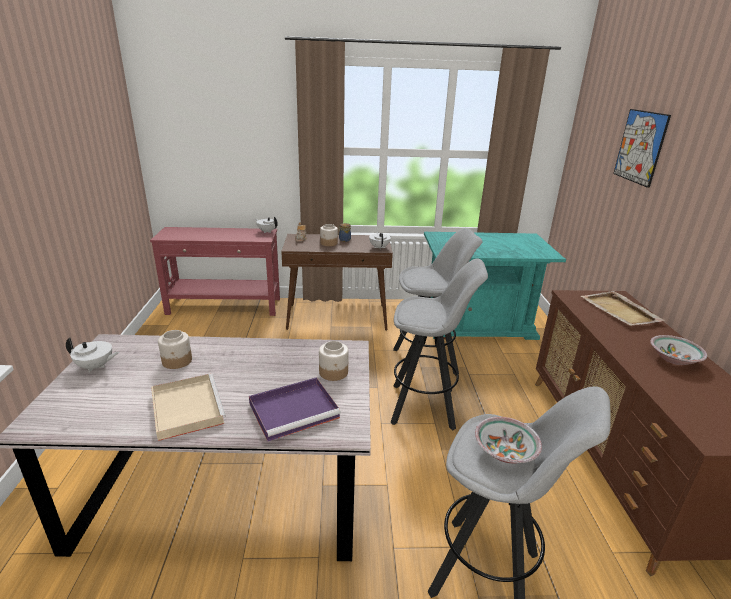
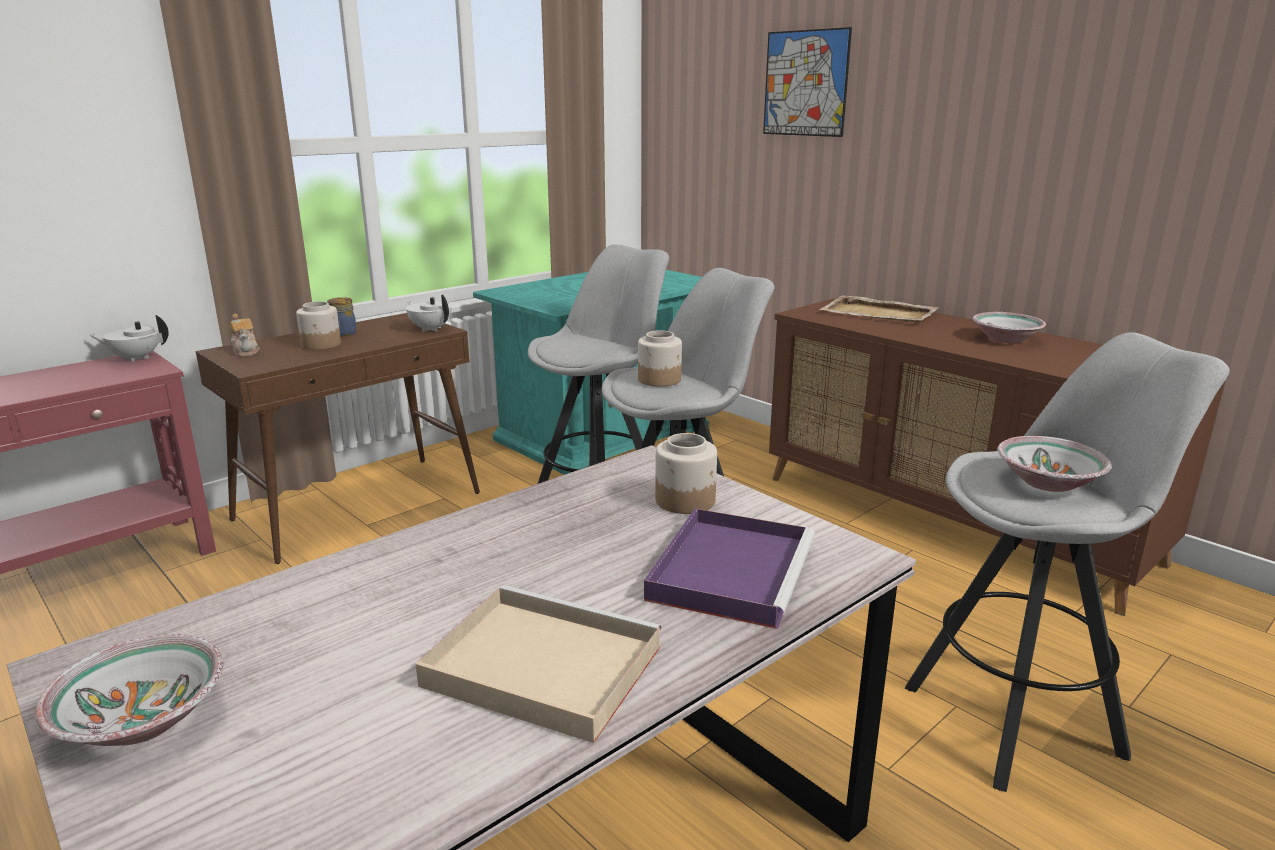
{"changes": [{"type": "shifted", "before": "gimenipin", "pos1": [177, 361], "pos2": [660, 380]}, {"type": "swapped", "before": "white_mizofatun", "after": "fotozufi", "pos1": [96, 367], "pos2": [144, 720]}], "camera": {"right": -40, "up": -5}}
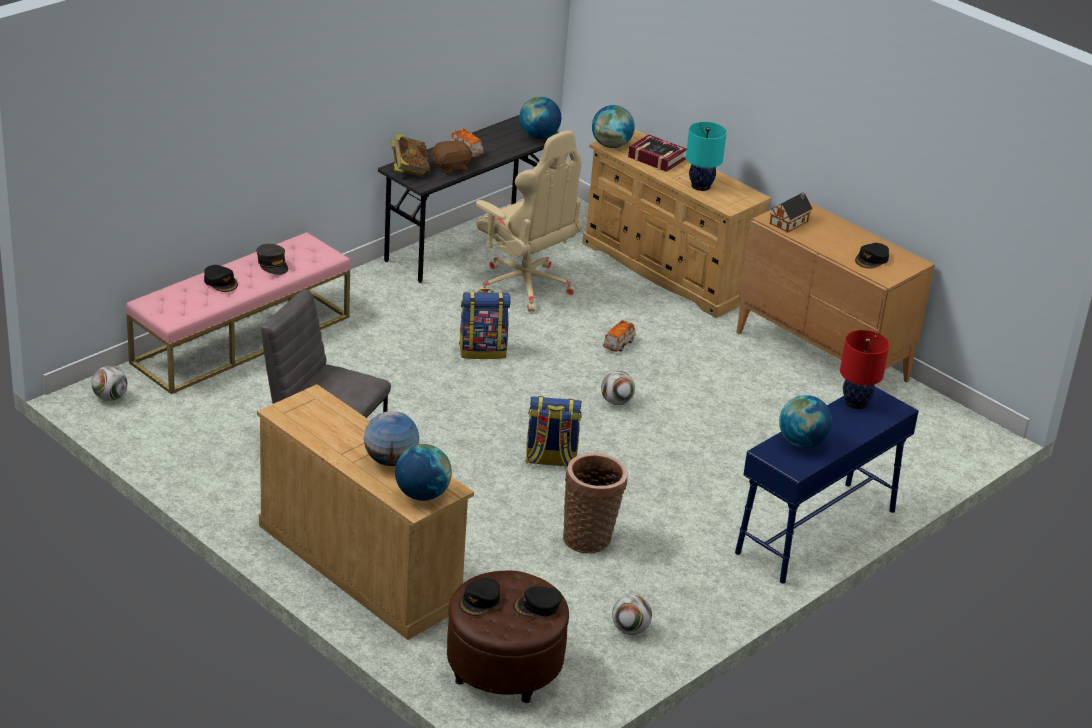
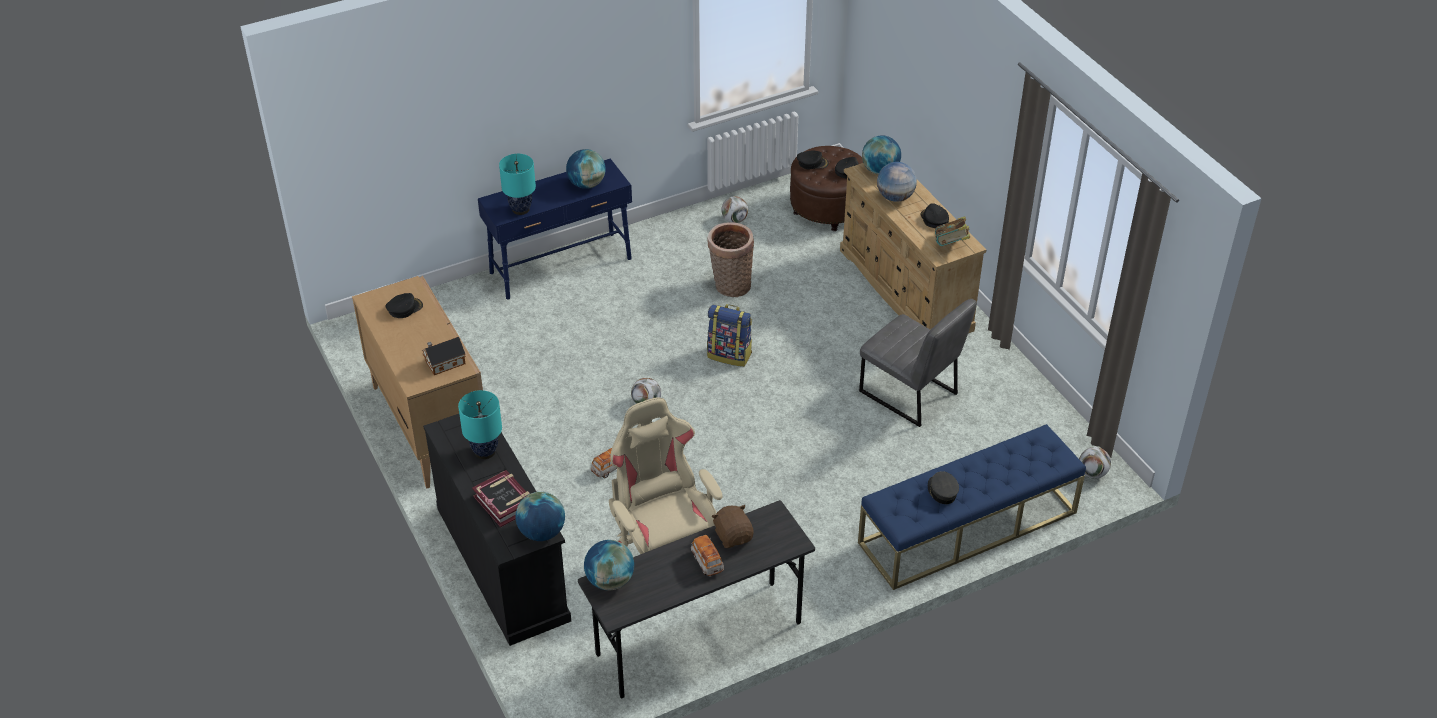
{"changes": [{"type": "repainted", "before": "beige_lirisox", "after": "black_lirisox", "pos1": [668, 270], "pos2": [501, 562]}, {"type": "shifted", "before": "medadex", "pos1": [409, 171], "pos2": [951, 245]}, {"type": "rotated", "before": "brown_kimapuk", "pos1": [451, 168], "pos2": [733, 536], "turn": 75}, {"type": "repainted", "before": "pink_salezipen", "after": "blue_salezipen", "pos1": [242, 339], "pos2": [967, 528]}, {"type": "shifted", "before": "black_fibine", "pos1": [221, 282], "pos2": [934, 219]}, {"type": "gone", "before": "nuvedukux", "pos1": [483, 351]}, {"type": "repainted", "before": "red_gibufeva", "after": "turquoise_gibufeva", "pos1": [855, 403], "pos2": [521, 209]}], "camera": {"right": -160, "up": 10}}
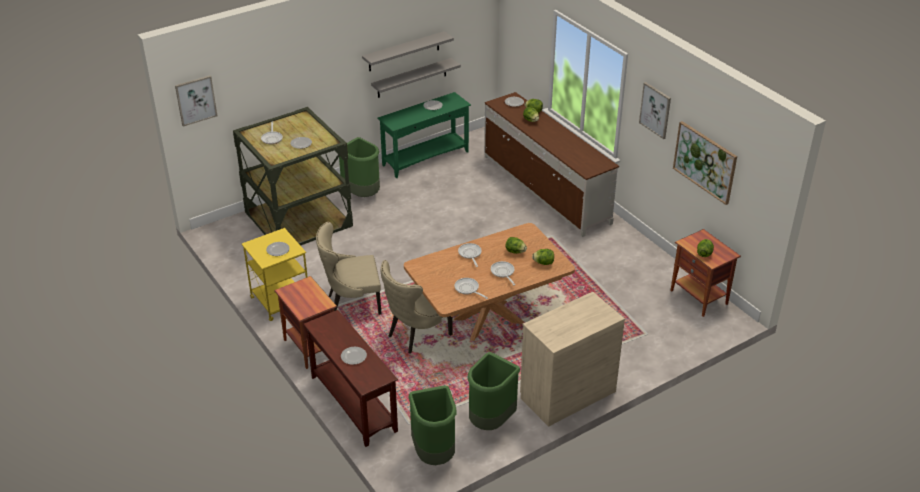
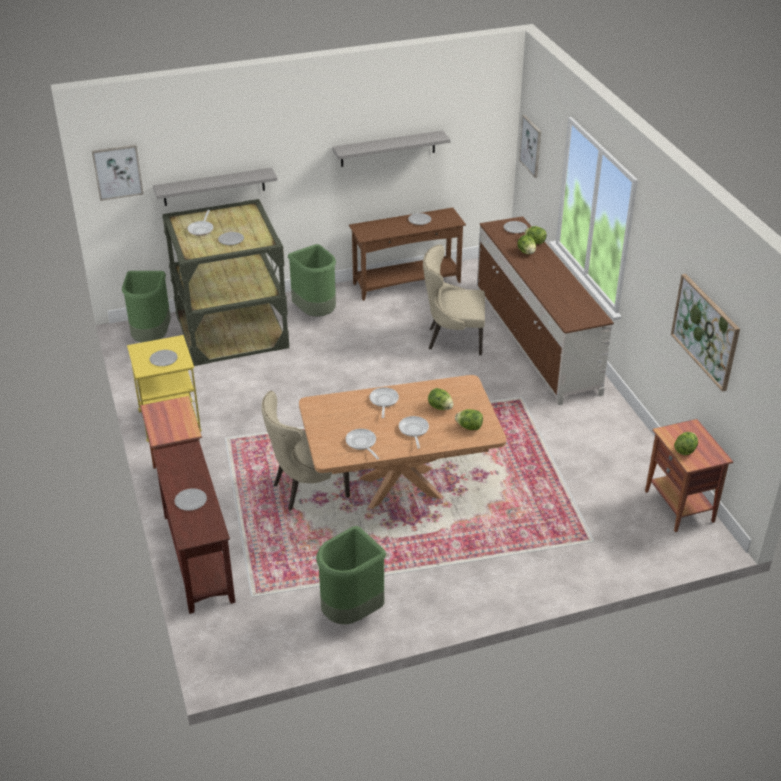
{"changes": [{"type": "shifted", "before": "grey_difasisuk", "pos1": [412, 78], "pos2": [214, 187]}, {"type": "shifted", "before": "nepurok", "pos1": [655, 110], "pos2": [531, 146]}, {"type": "repainted", "before": "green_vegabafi", "after": "brown_vegabafi", "pos1": [425, 158], "pos2": [407, 282]}, {"type": "shifted", "before": "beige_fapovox", "pos1": [352, 303], "pos2": [453, 339]}, {"type": "gone", "before": "beige_lirisox", "pos1": [566, 394]}, {"type": "shifted", "before": "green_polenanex", "pos1": [434, 454], "pos2": [152, 338]}], "camera": {"right": 15, "up": 0}}
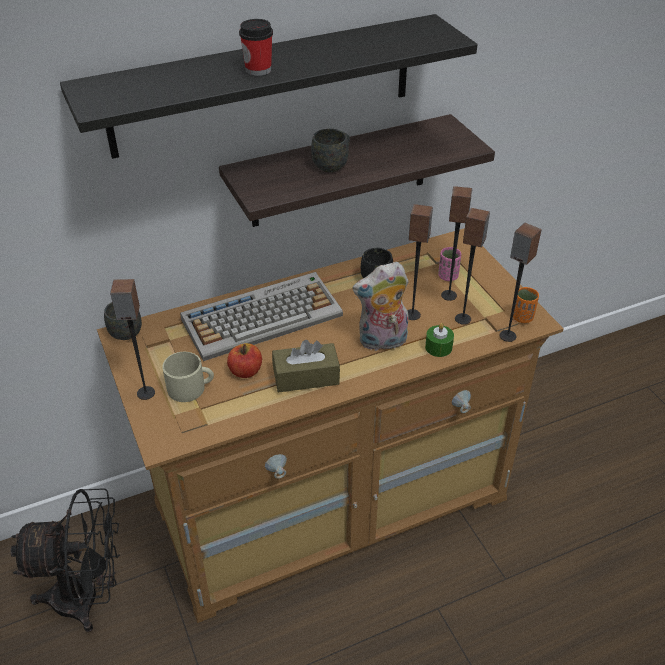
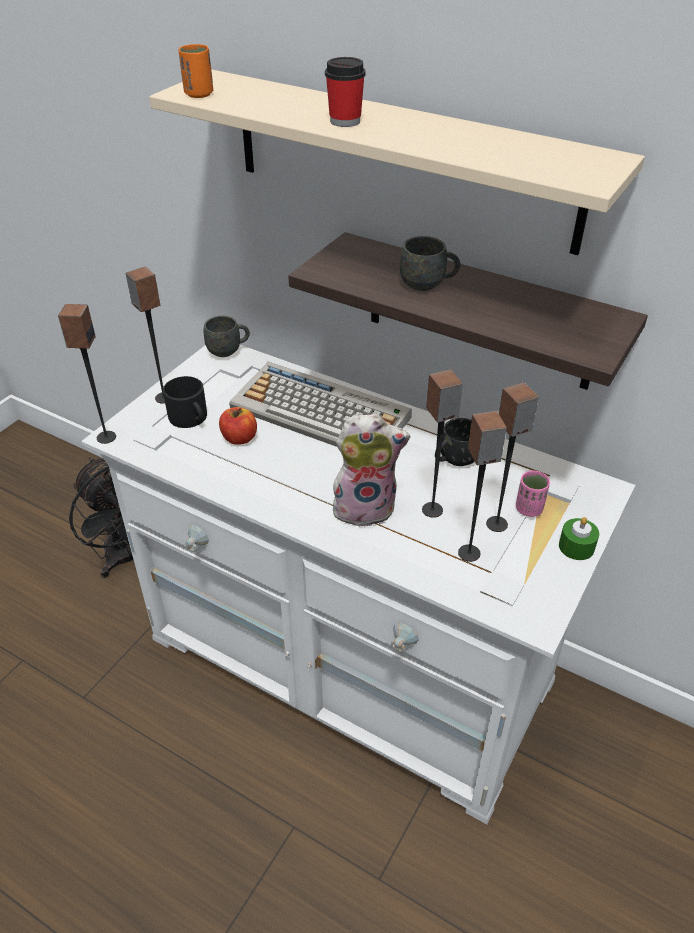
{"changes": [{"type": "repainted", "before": "black_difasisuk", "after": "beige_difasisuk", "pos1": [263, 86], "pos2": [401, 159]}, {"type": "shifted", "before": "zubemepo", "pos1": [507, 336], "pos2": [106, 437]}, {"type": "repainted", "before": "brown_lirisox", "after": "white_lirisox", "pos1": [333, 500], "pos2": [351, 661]}, {"type": "rotated", "before": "kimapuk", "pos1": [382, 342], "pos2": [365, 507], "turn": 135}, {"type": "shifted", "before": "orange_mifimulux", "pos1": [522, 317], "pos2": [199, 94]}, {"type": "shifted", "before": "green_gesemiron", "pos1": [438, 347], "pos2": [576, 547]}, {"type": "gone", "before": "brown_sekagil", "pos1": [306, 377]}, {"type": "repainted", "before": "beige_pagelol", "after": "black_pagelol", "pos1": [191, 388], "pos2": [190, 418]}], "camera": {"right": 55, "up": 0}}
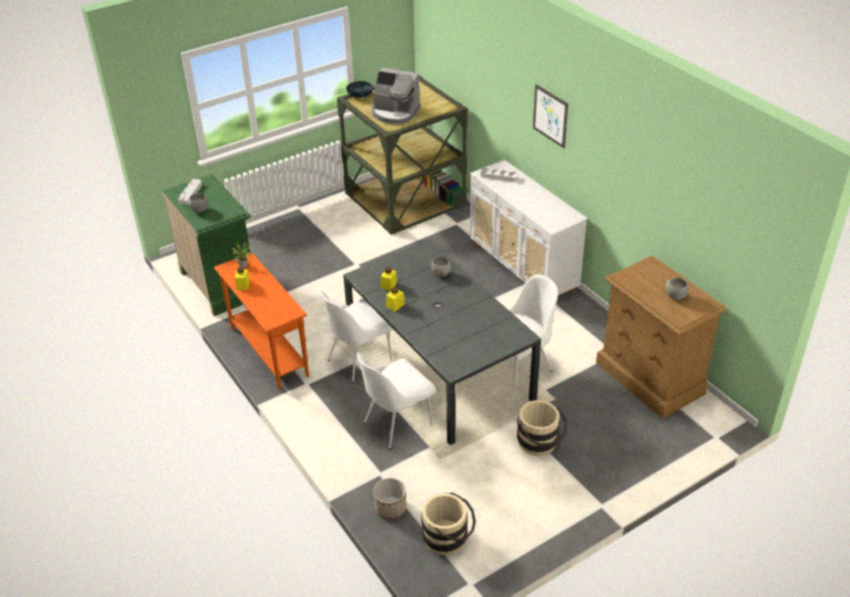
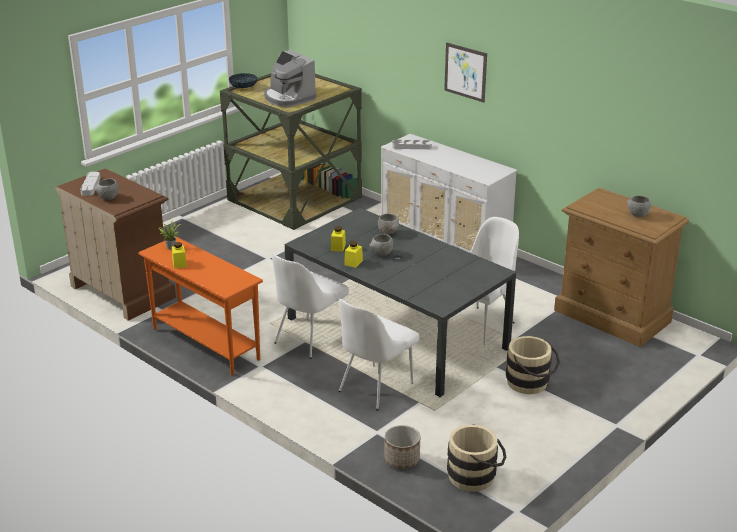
{"changes": [{"type": "rotated", "before": "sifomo", "pos1": [395, 113], "pos2": [288, 98], "turn": 45}, {"type": "repainted", "before": "green_lirisox", "after": "brown_lirisox", "pos1": [220, 284], "pos2": [122, 292]}, {"type": "new", "after": "grey_fotozufi", "pos2": [381, 254]}], "camera": {"right": -15, "up": -10}}
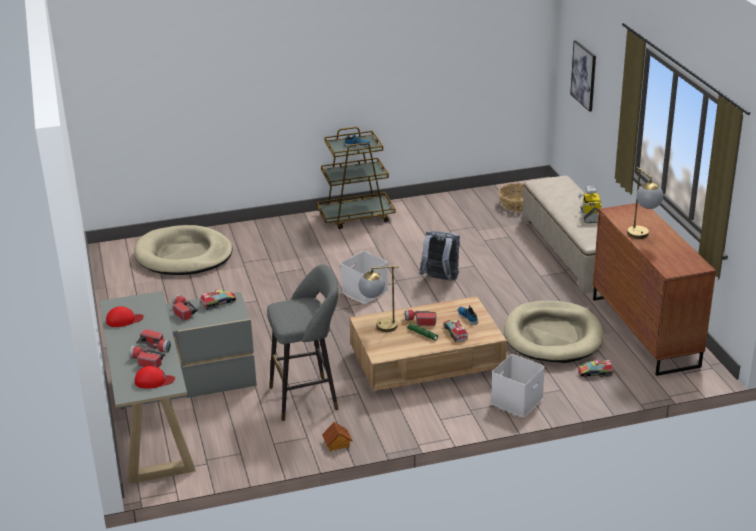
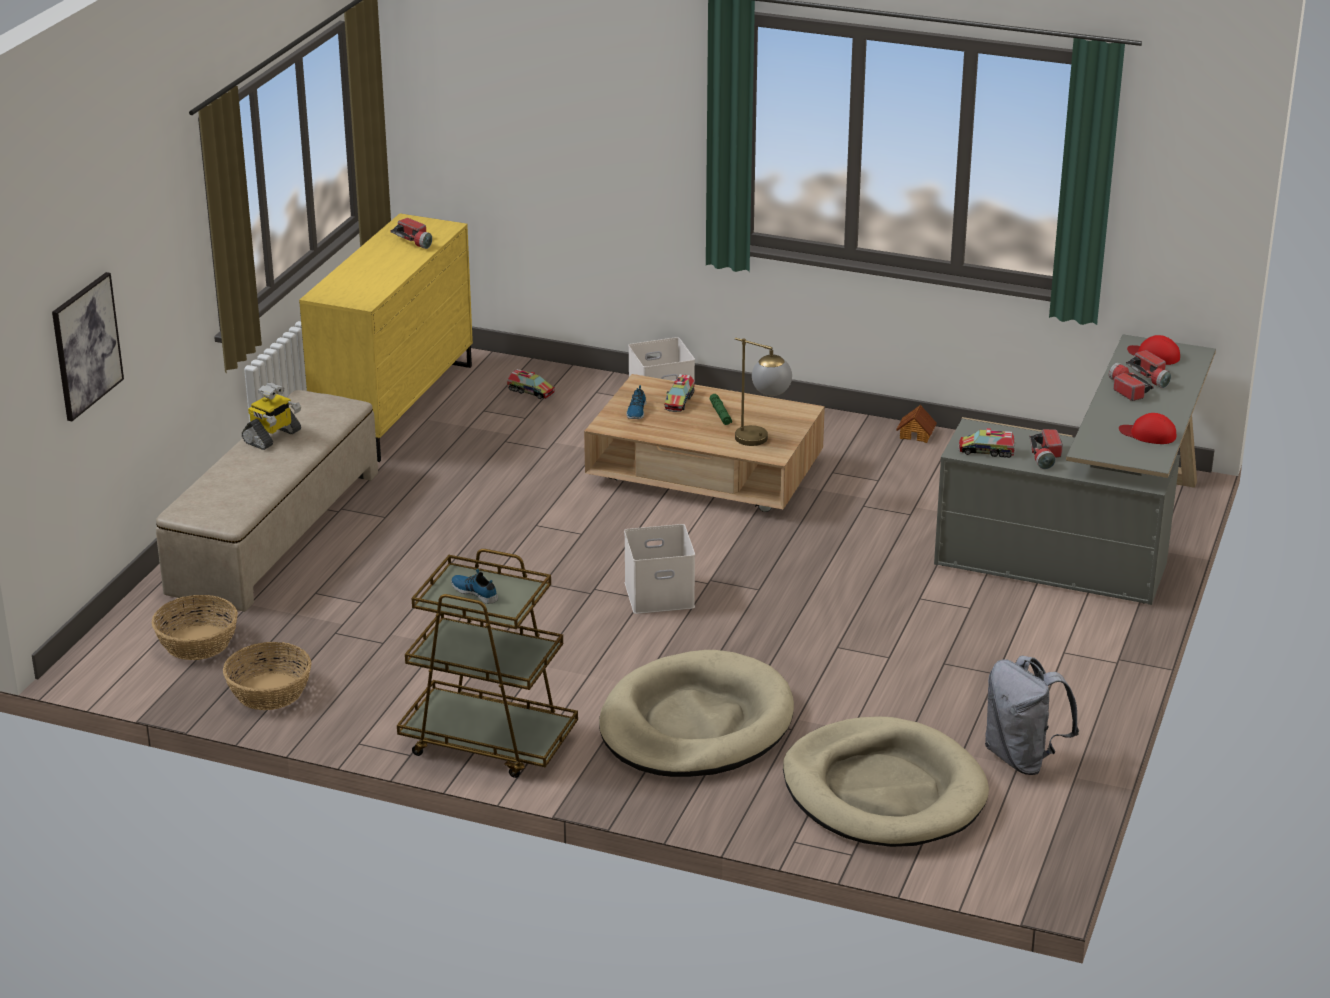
{"changes": [{"type": "gone", "before": "gibufeva", "pos1": [642, 237]}, {"type": "repainted", "before": "brown_lirisox", "after": "yellow_lirisox", "pos1": [645, 331], "pos2": [394, 406]}, {"type": "shifted", "before": "grey_nuvedukux", "pos1": [440, 280], "pos2": [1023, 758]}, {"type": "gone", "before": "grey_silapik", "pos1": [308, 397]}, {"type": "shifted", "before": "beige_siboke", "pos1": [552, 336], "pos2": [695, 724]}, {"type": "shifted", "before": "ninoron", "pos1": [420, 321], "pos2": [414, 241]}, {"type": "new", "after": "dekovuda", "pos2": [269, 691]}], "camera": {"right": -145, "up": 0}}
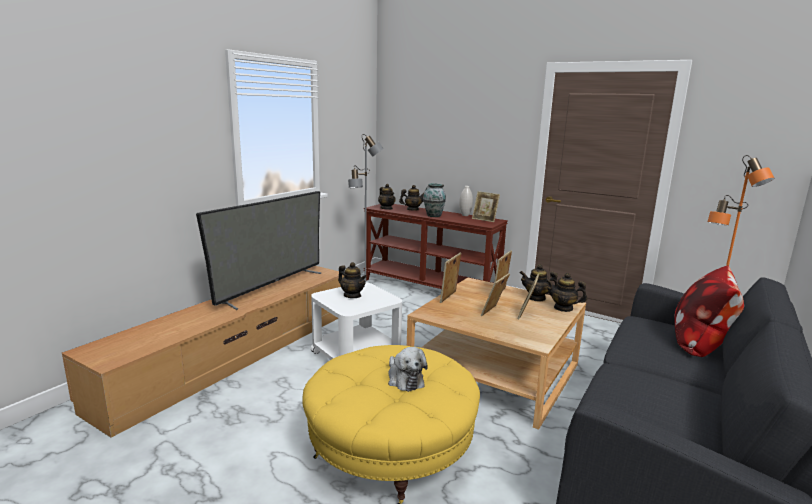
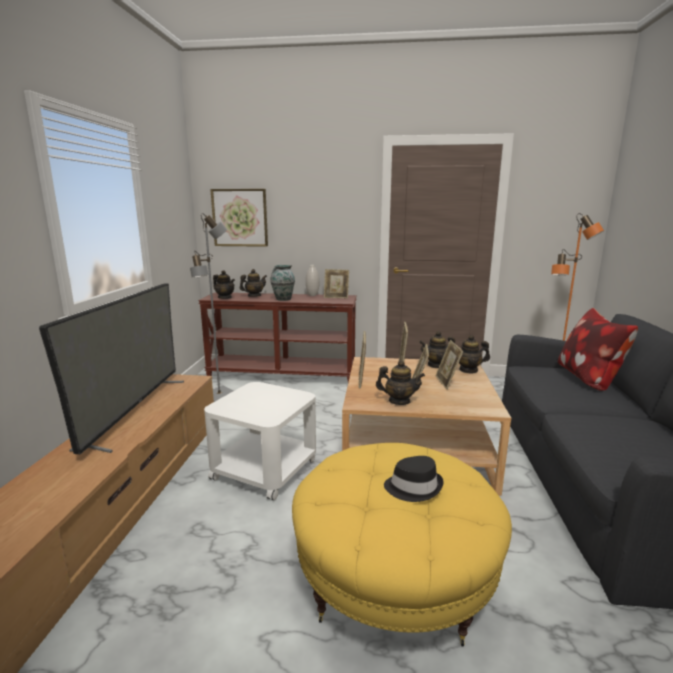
{"changes": [{"type": "shifted", "before": "mizofatun", "pos1": [352, 295], "pos2": [399, 401]}, {"type": "swapped", "before": "kimapuk", "after": "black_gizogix", "pos1": [404, 379], "pos2": [413, 487]}, {"type": "new", "after": "nepurok", "pos2": [240, 218]}], "camera": {"right": -25, "up": 0}}
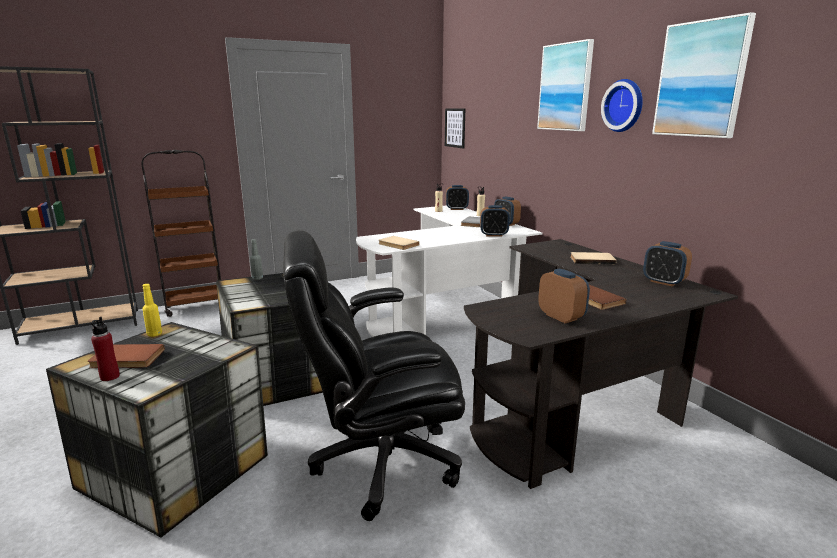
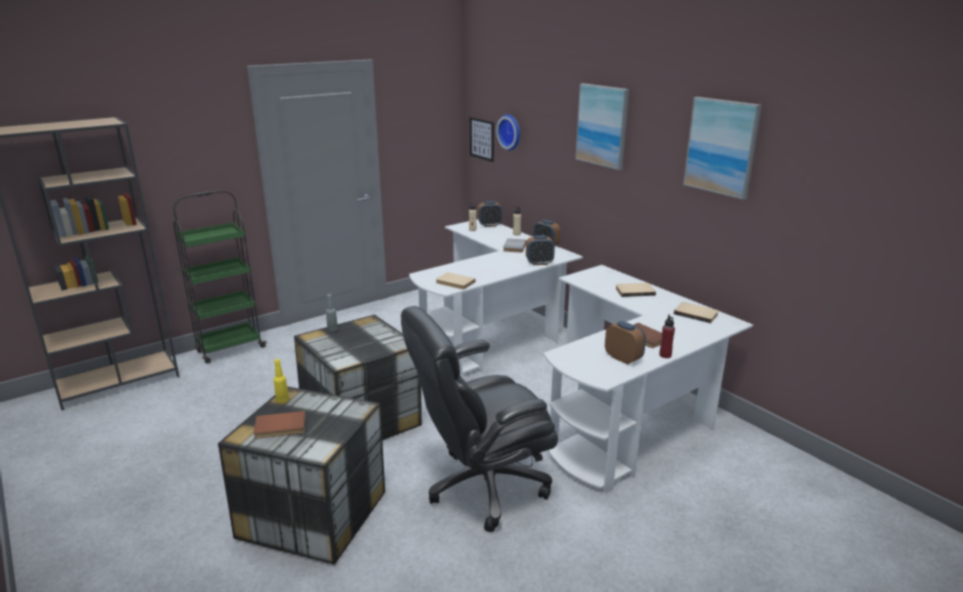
{"changes": [{"type": "shifted", "before": "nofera", "pos1": [624, 105], "pos2": [511, 132]}, {"type": "repainted", "before": "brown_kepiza", "after": "green_kepiza", "pos1": [196, 307], "pos2": [230, 350]}, {"type": "repainted", "before": "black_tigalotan", "after": "white_tigalotan", "pos1": [578, 399], "pos2": [629, 414]}, {"type": "swapped", "before": "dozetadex", "after": "beige_medadex", "pos1": [663, 282], "pos2": [696, 314]}, {"type": "shifted", "before": "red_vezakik", "pos1": [110, 377], "pos2": [665, 355]}], "camera": {"right": -10, "up": 5}}
